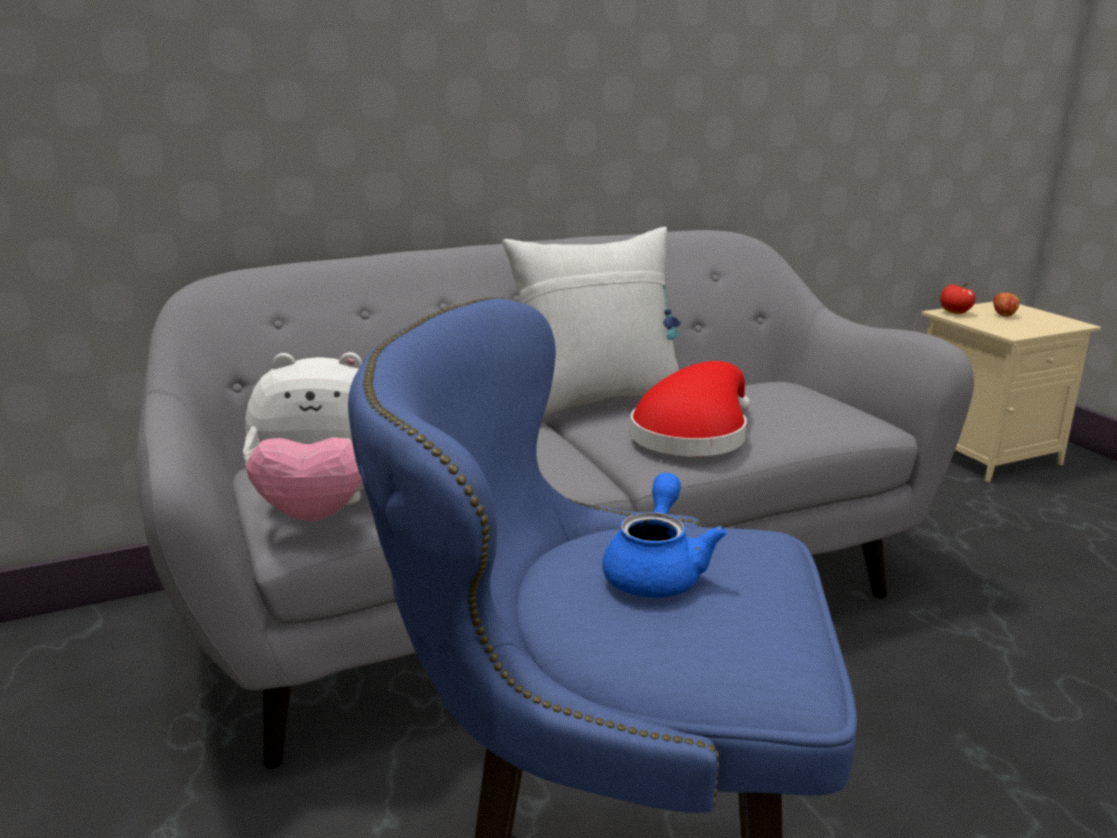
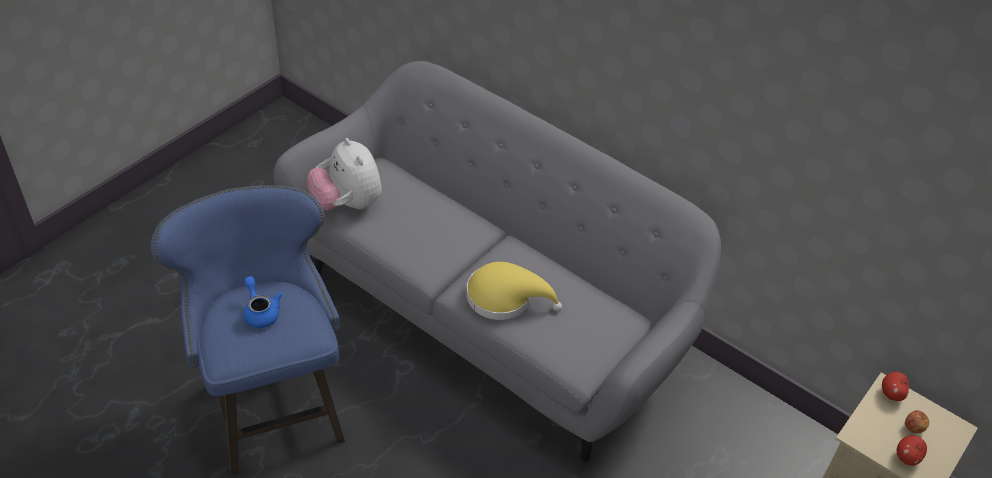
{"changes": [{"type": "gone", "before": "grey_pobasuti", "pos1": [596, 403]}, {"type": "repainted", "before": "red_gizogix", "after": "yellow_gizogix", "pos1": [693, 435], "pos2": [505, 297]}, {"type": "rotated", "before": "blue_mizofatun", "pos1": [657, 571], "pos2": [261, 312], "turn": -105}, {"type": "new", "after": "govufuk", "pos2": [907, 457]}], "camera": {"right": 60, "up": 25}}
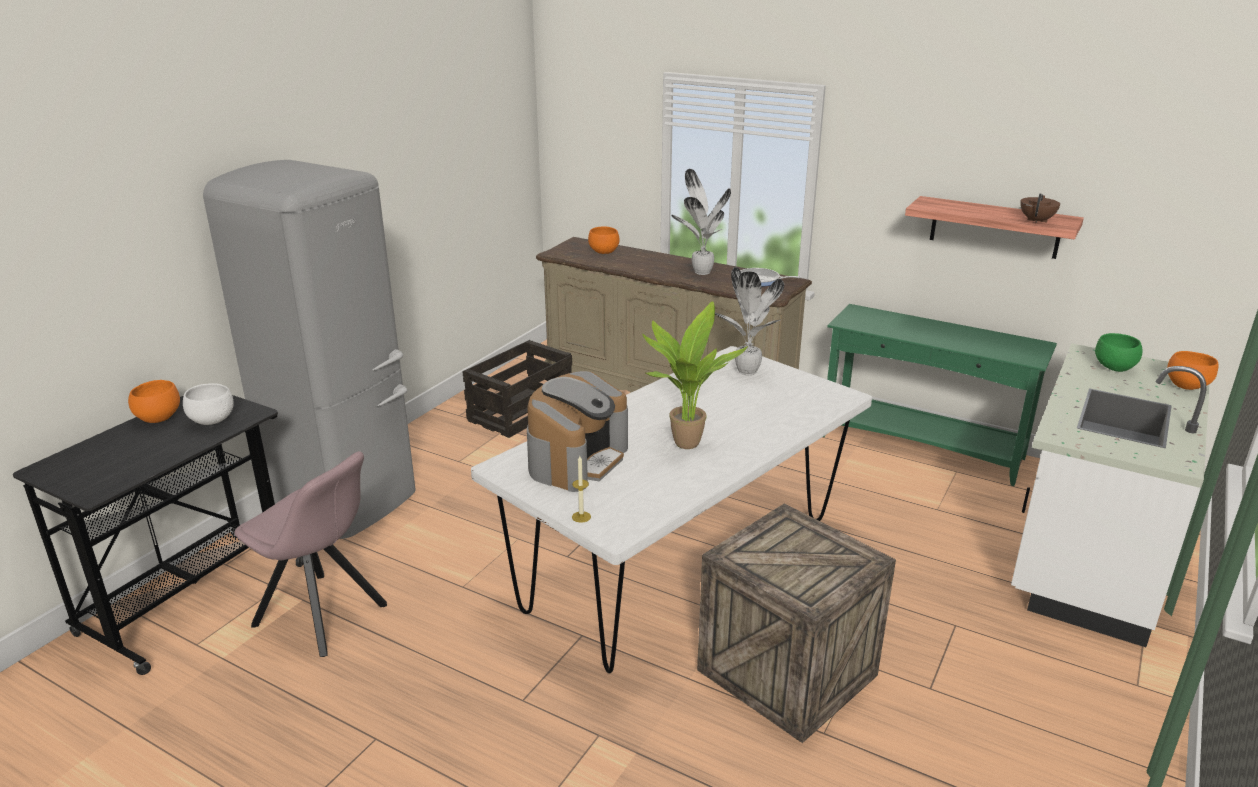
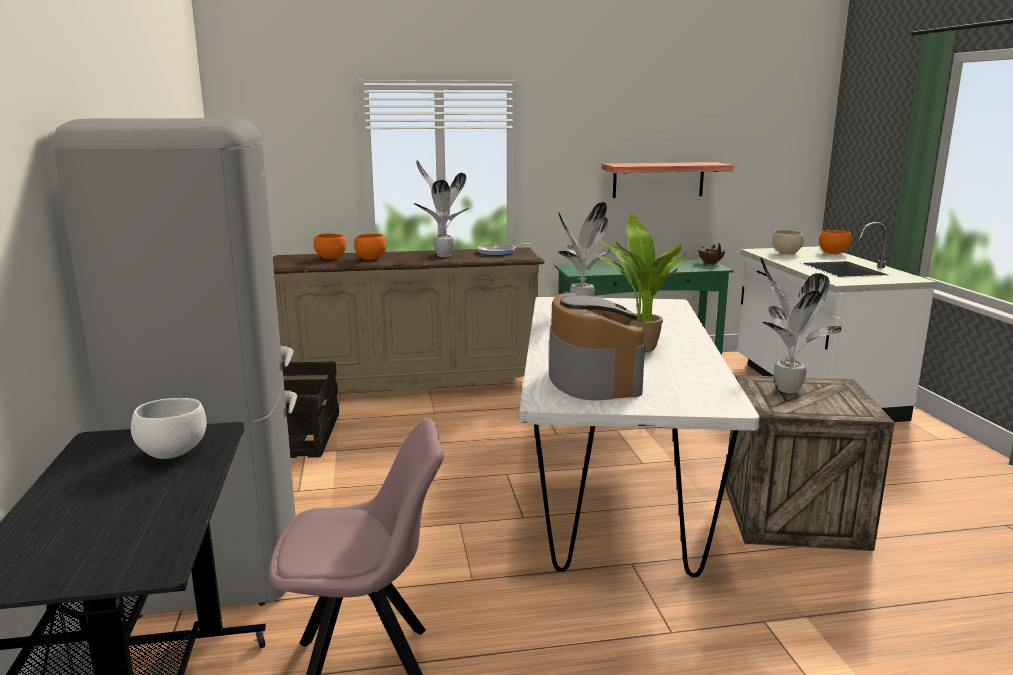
{"changes": [{"type": "shifted", "before": "brown_mizofatun", "pos1": [1037, 220], "pos2": [710, 263]}, {"type": "repainted", "before": "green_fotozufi", "after": "beige_fotozufi", "pos1": [1115, 368], "pos2": [787, 253]}, {"type": "shifted", "before": "orange_fotozufi", "pos1": [157, 418], "pos2": [370, 259]}, {"type": "gone", "before": "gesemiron", "pos1": [581, 517]}, {"type": "new", "after": "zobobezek", "pos2": [785, 389]}], "camera": {"right": -40, "up": -10}}
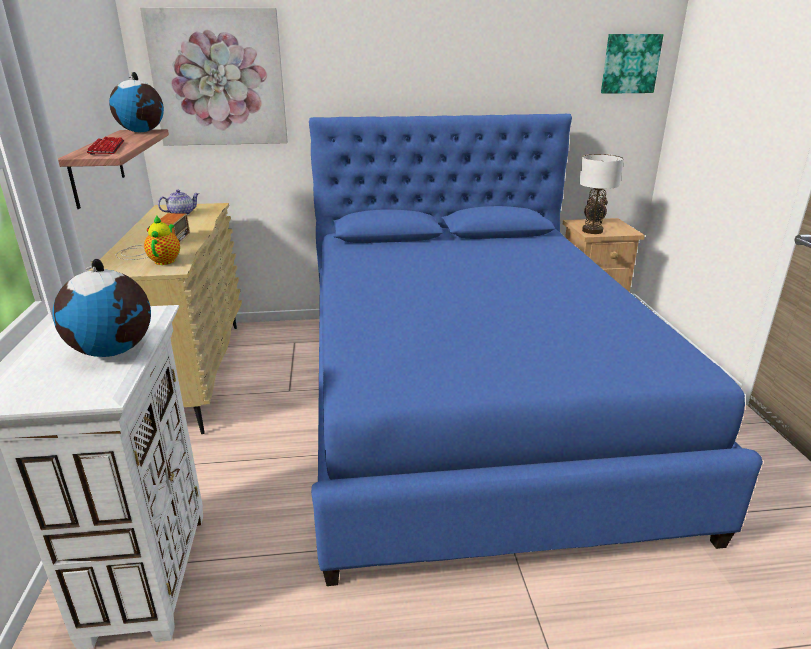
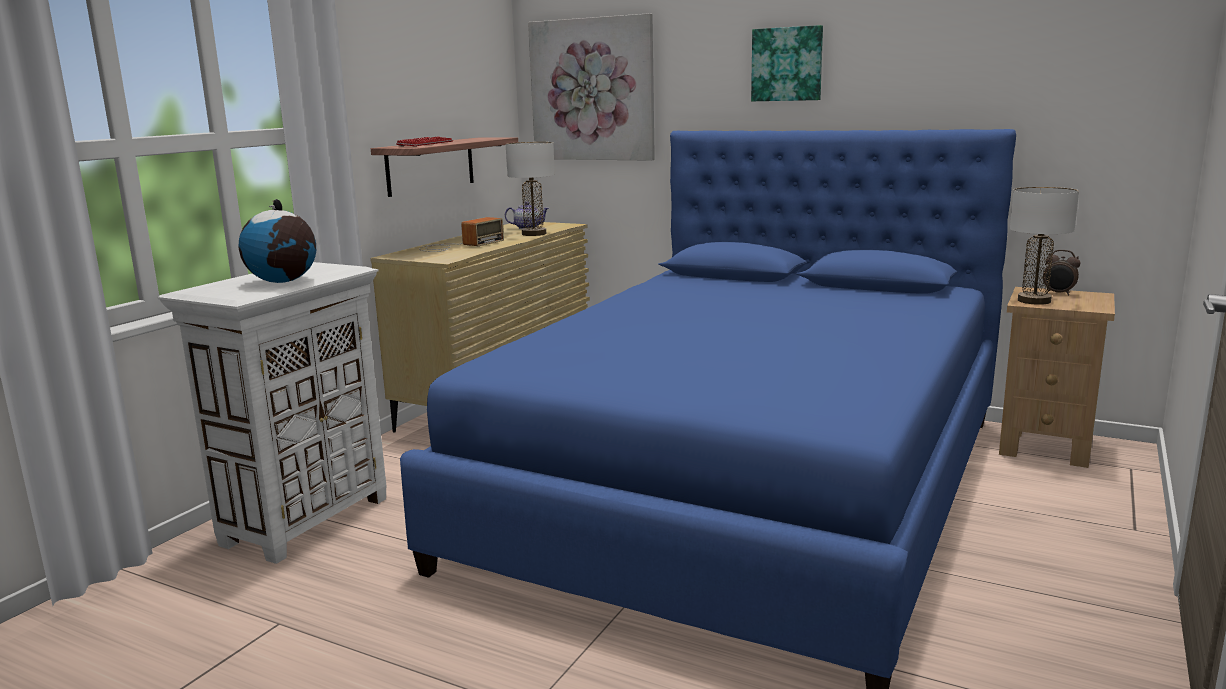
{"changes": [{"type": "shifted", "before": "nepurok", "pos1": [630, 64], "pos2": [787, 64]}, {"type": "gone", "before": "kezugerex", "pos1": [142, 132]}, {"type": "gone", "before": "mizofatun", "pos1": [166, 260]}, {"type": "new", "after": "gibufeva", "pos2": [534, 234]}], "camera": {"right": 35, "up": -10}}
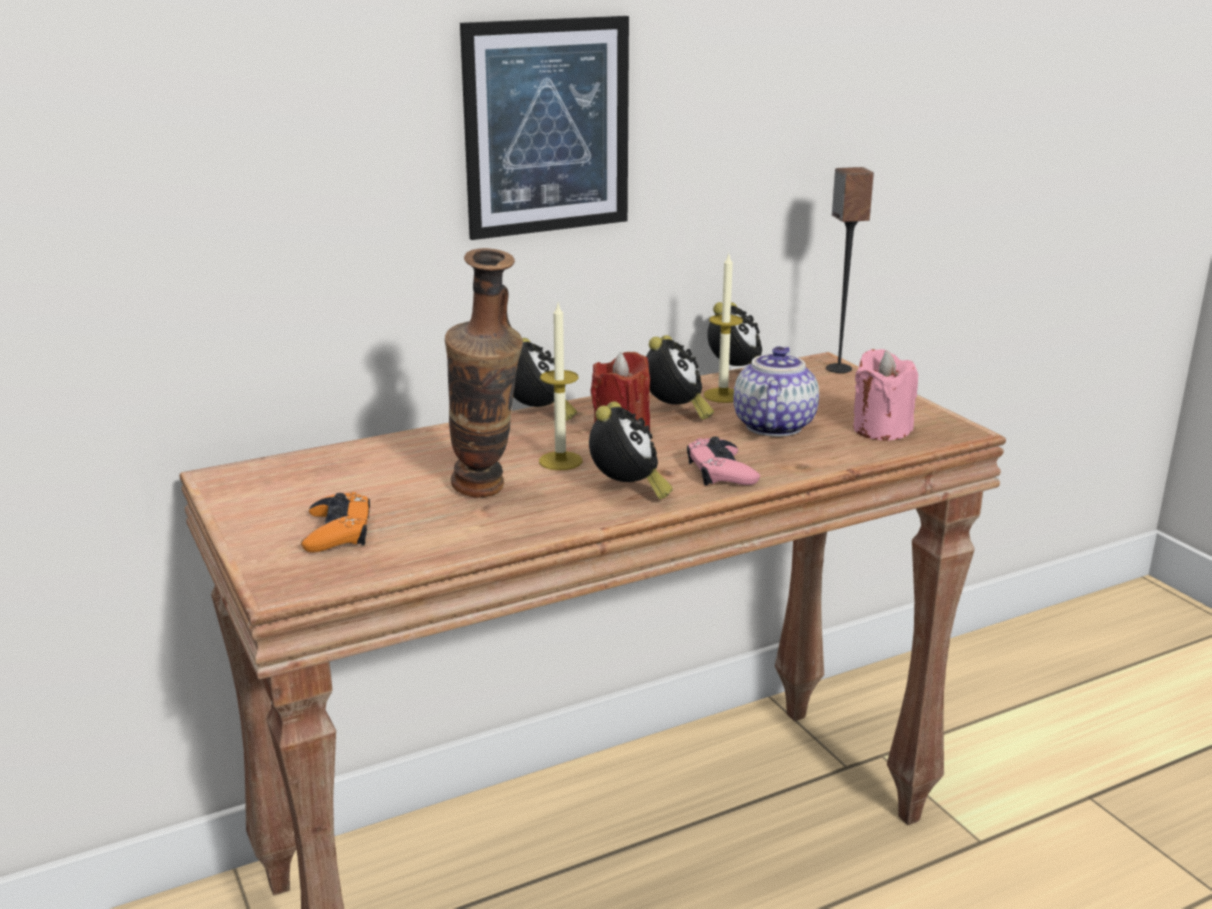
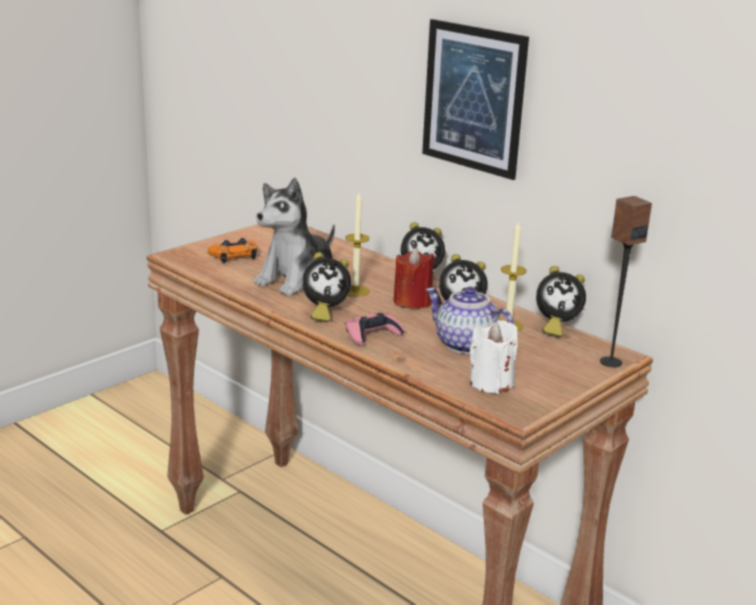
{"changes": [{"type": "swapped", "before": "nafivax", "after": "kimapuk", "pos1": [486, 494], "pos2": [297, 279]}, {"type": "rotated", "before": "mizofatun", "pos1": [772, 426], "pos2": [464, 345], "turn": -135}, {"type": "repainted", "before": "pink_gesemiron", "after": "white_gesemiron", "pos1": [881, 429], "pos2": [491, 383]}], "camera": {"right": 70, "up": 0}}
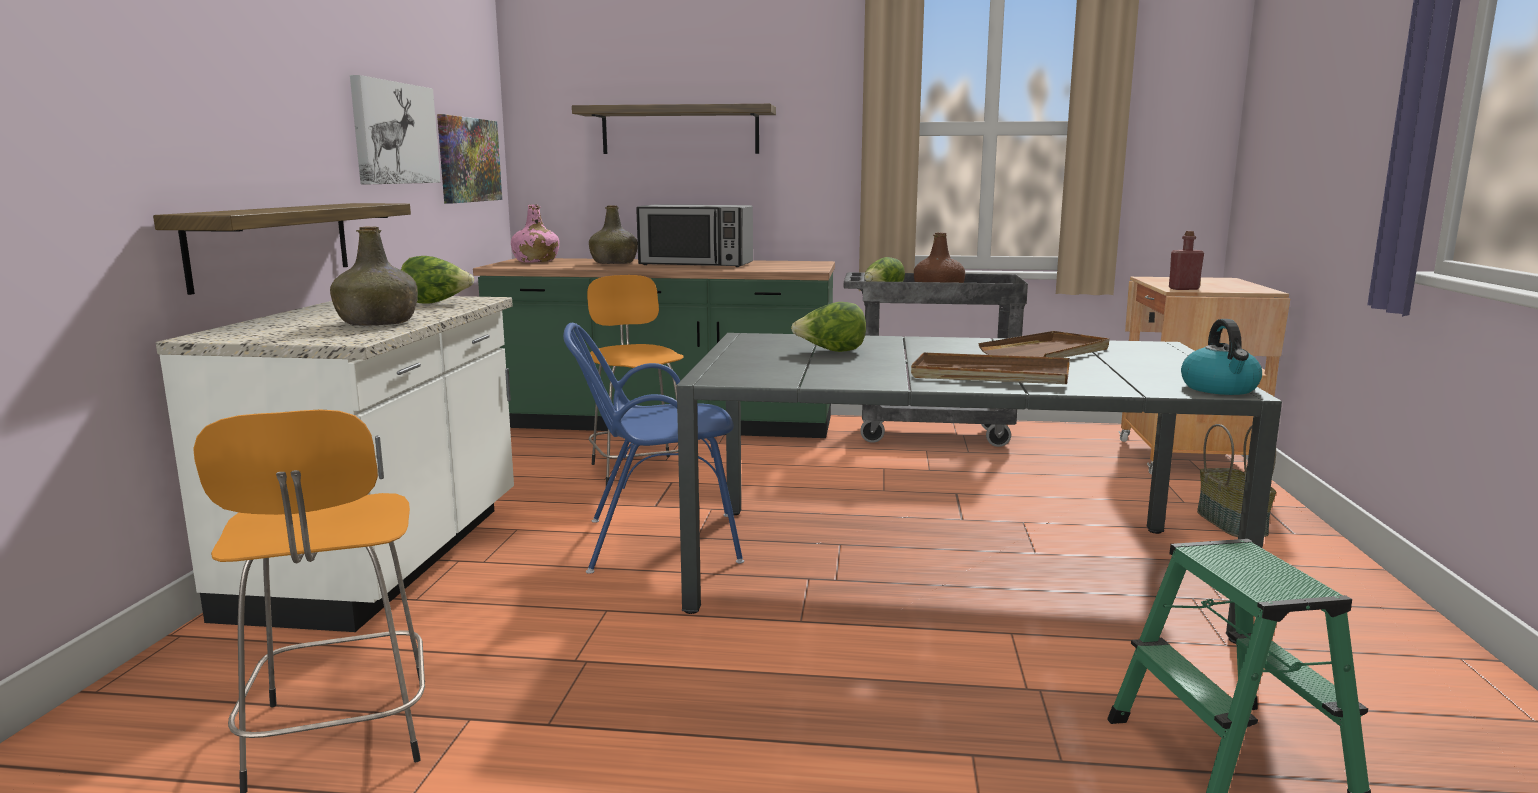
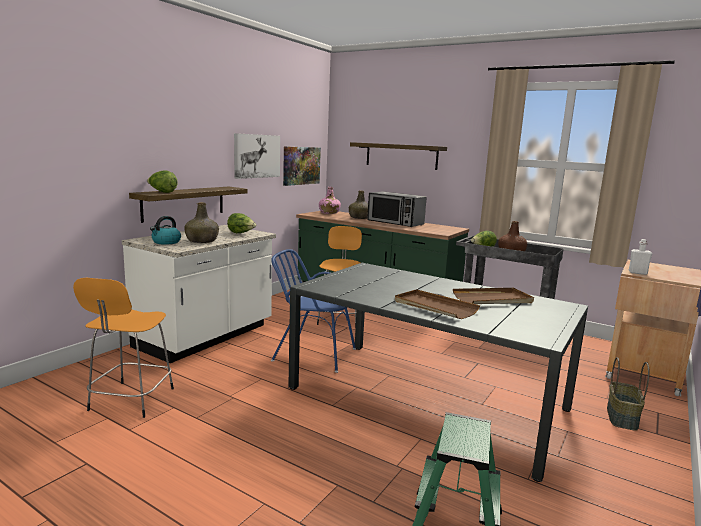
{"changes": [{"type": "repainted", "before": "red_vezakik", "after": "white_vezakik", "pos1": [1183, 289], "pos2": [637, 273]}, {"type": "shifted", "before": "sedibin", "pos1": [831, 351], "pos2": [162, 192]}, {"type": "shifted", "before": "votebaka", "pos1": [1220, 388], "pos2": [166, 242]}], "camera": {"right": 25, "up": 0}}
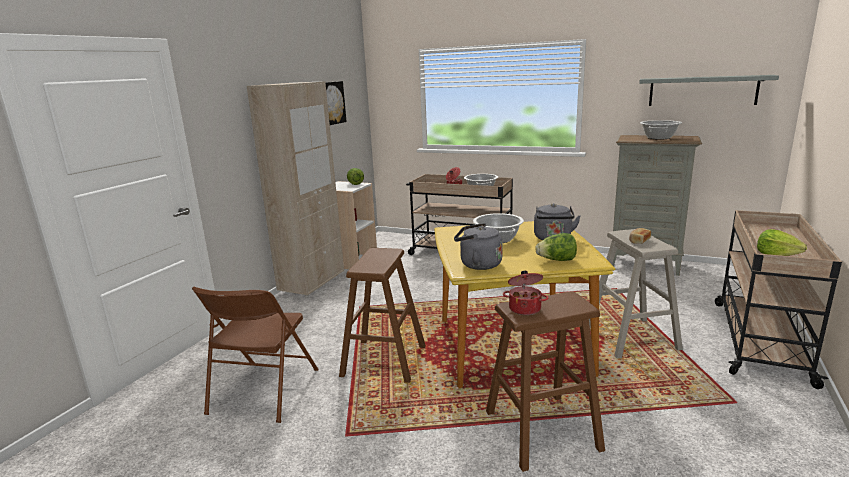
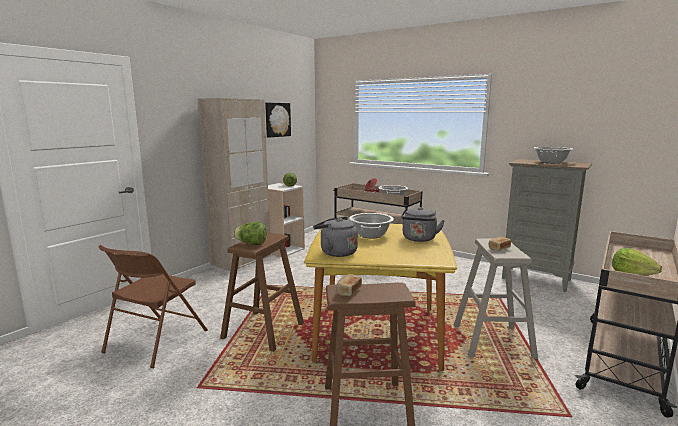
{"changes": [{"type": "gone", "before": "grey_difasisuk", "pos1": [702, 91]}, {"type": "shifted", "before": "sedibin", "pos1": [556, 260], "pos2": [251, 244]}, {"type": "swapped", "before": "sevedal", "after": "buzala", "pos1": [525, 308], "pos2": [348, 291]}], "camera": {"right": 10, "up": -5}}
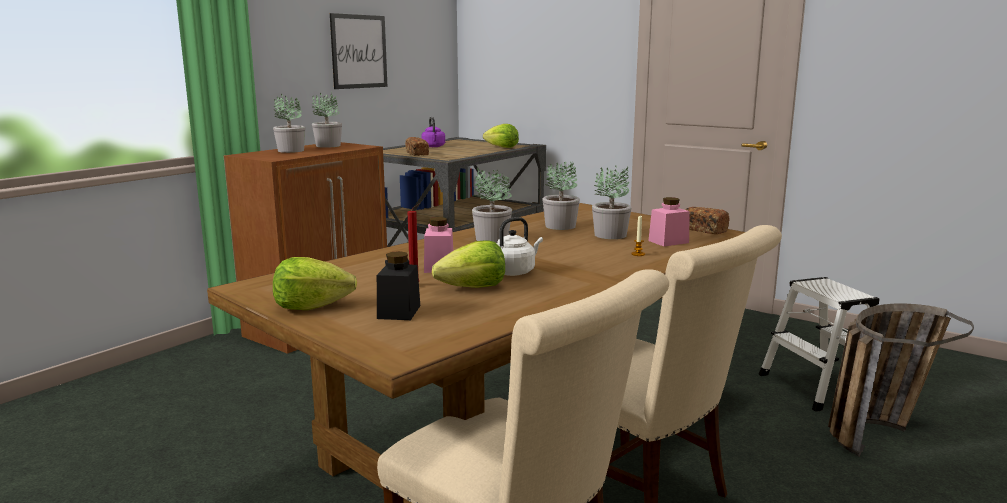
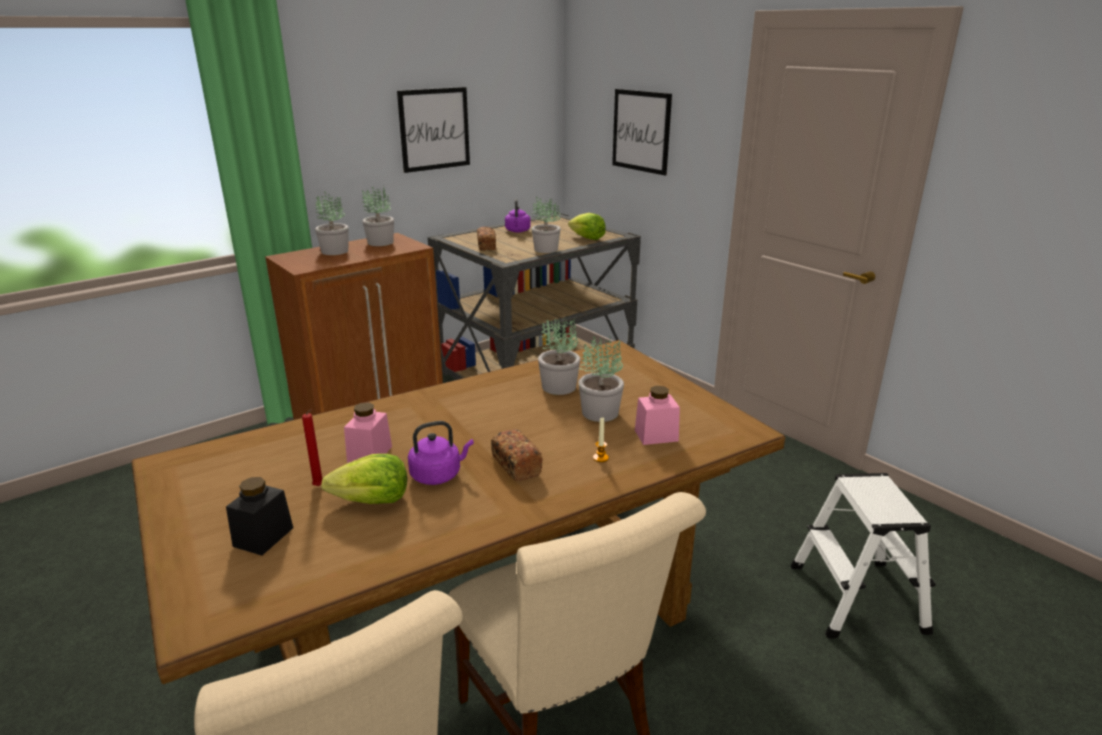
{"changes": [{"type": "shifted", "before": "zobobezek", "pos1": [491, 239], "pos2": [545, 249]}, {"type": "shifted", "before": "buzala", "pos1": [703, 230], "pos2": [516, 465]}, {"type": "repainted", "before": "white_votebaka", "after": "purple_votebaka", "pos1": [514, 272], "pos2": [438, 475]}, {"type": "gone", "before": "sedibin", "pos1": [311, 306]}, {"type": "gone", "before": "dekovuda", "pos1": [878, 432]}, {"type": "new", "after": "nepurok", "pos2": [641, 131]}], "camera": {"right": 15, "up": 10}}
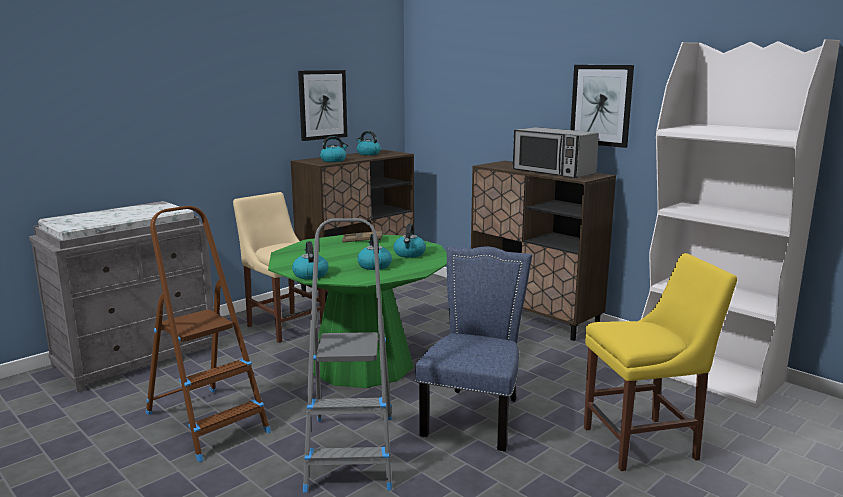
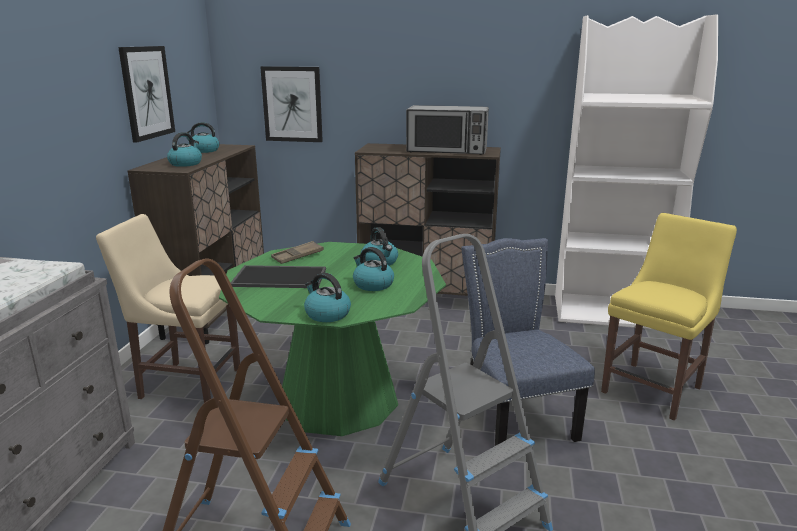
{"changes": [{"type": "shifted", "before": "nepurok", "pos1": [601, 105], "pos2": [292, 104]}, {"type": "new", "after": "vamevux", "pos2": [281, 277]}], "camera": {"right": -35, "up": 5}}
